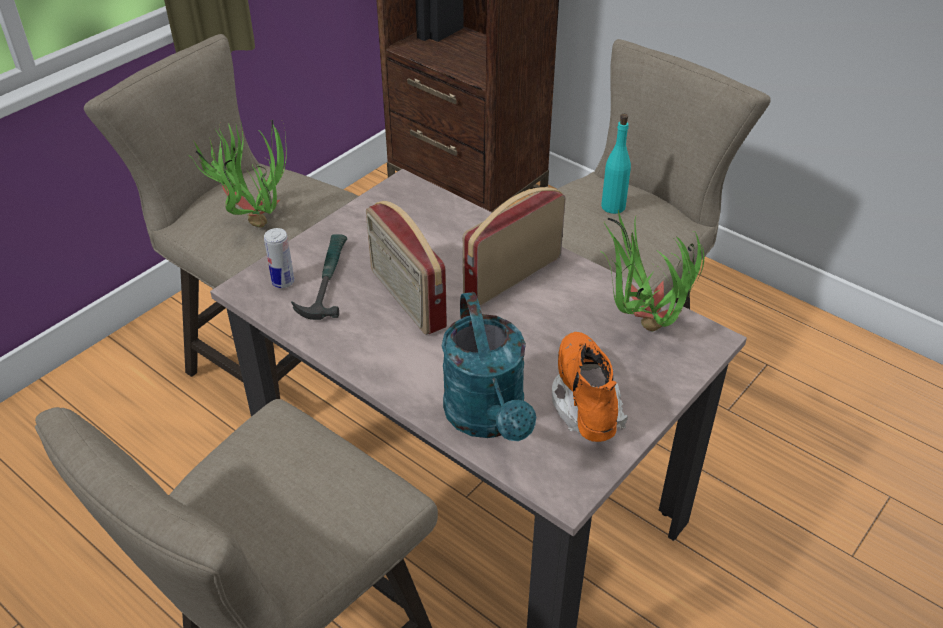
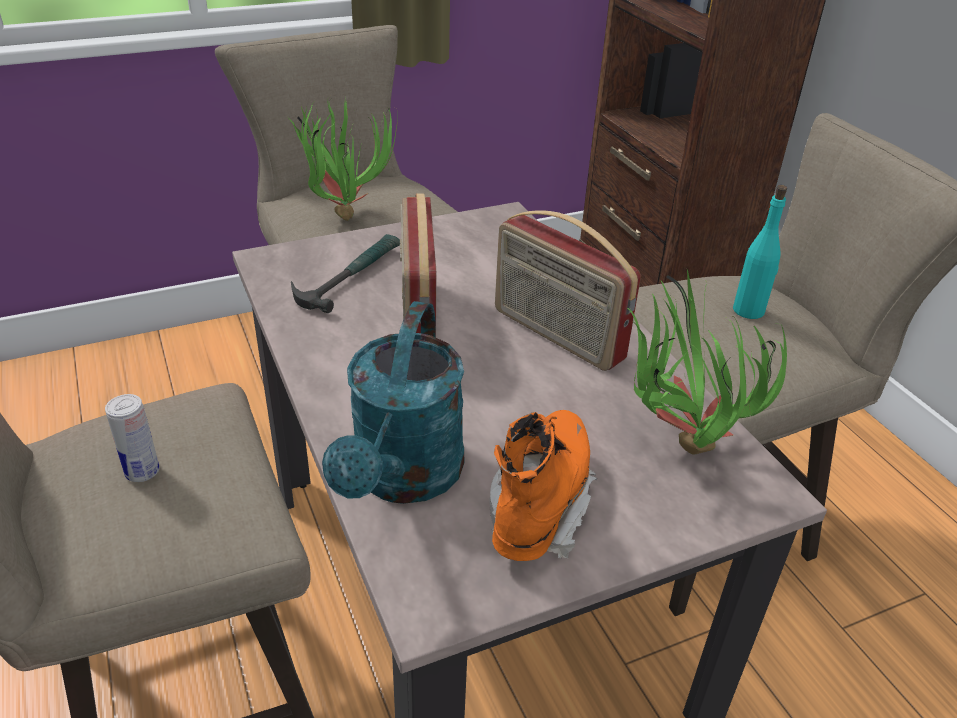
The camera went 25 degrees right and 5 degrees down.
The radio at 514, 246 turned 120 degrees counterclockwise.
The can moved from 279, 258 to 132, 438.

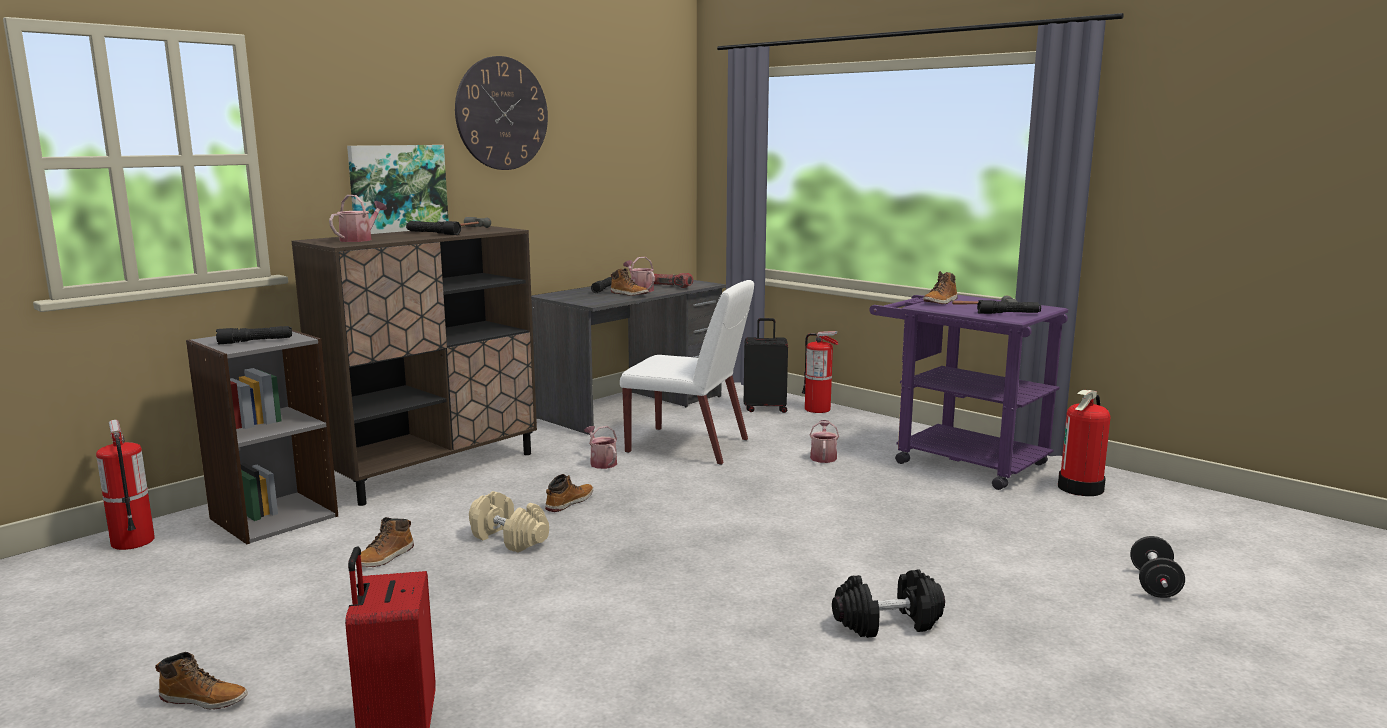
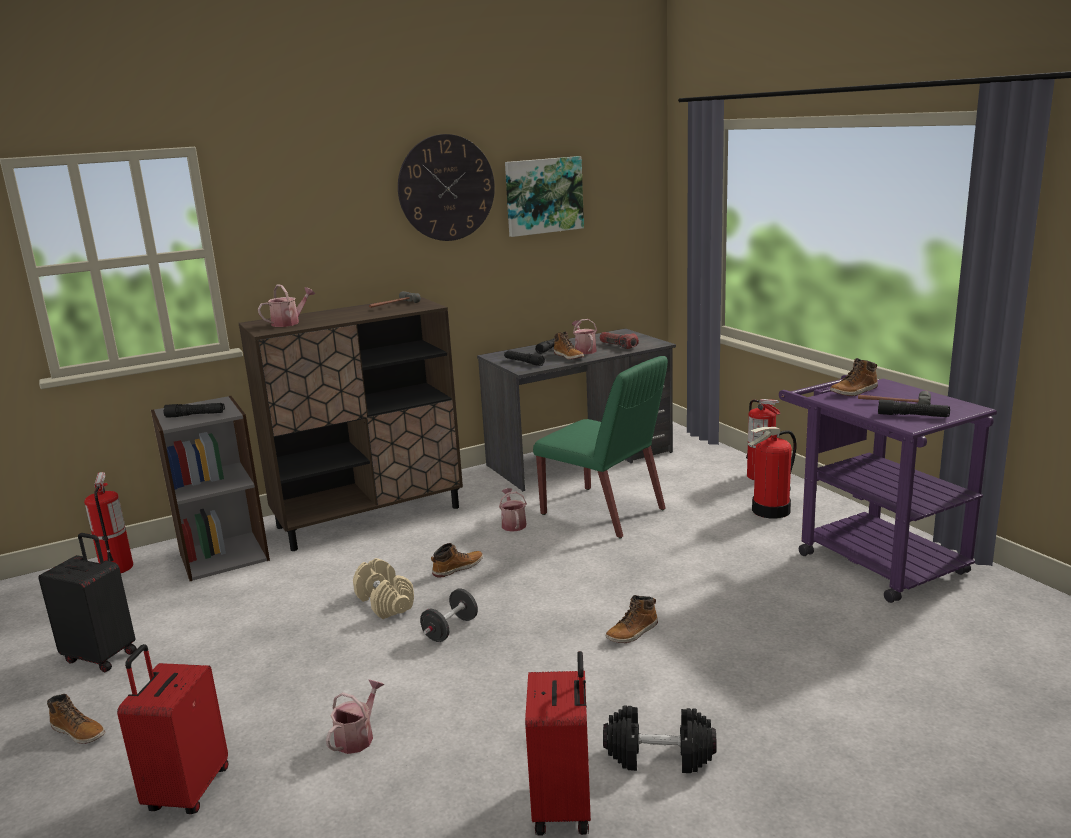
The camera went 20 degrees right and 5 degrees up.
The picture moved from 398, 189 to 544, 196.
The black flashlight moved from 433, 228 to 524, 358.
The white chair at 687, 372 became the green chair at 600, 447.
The black suitcase moved from 766, 365 to 87, 602.
The fire extinguisher moved from 1084, 443 to 772, 473.
The watering can moved from 824, 441 to 355, 717.
The boot moved from 384, 542 to 632, 619.
The black dumbbell moved from 1157, 567 to 449, 615.
The red suitcase at 558, 743 appeared.

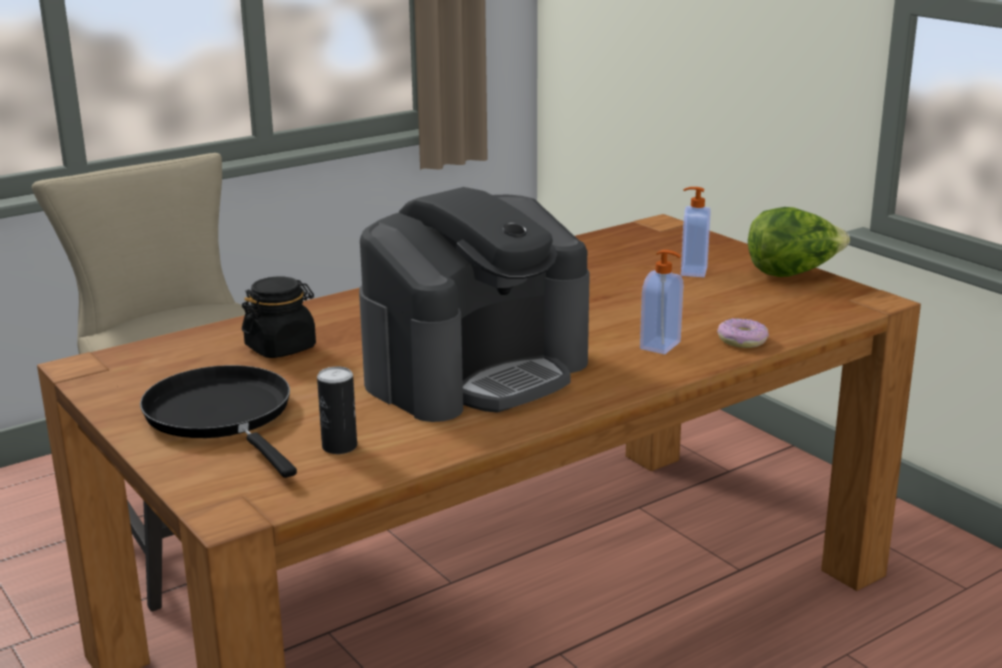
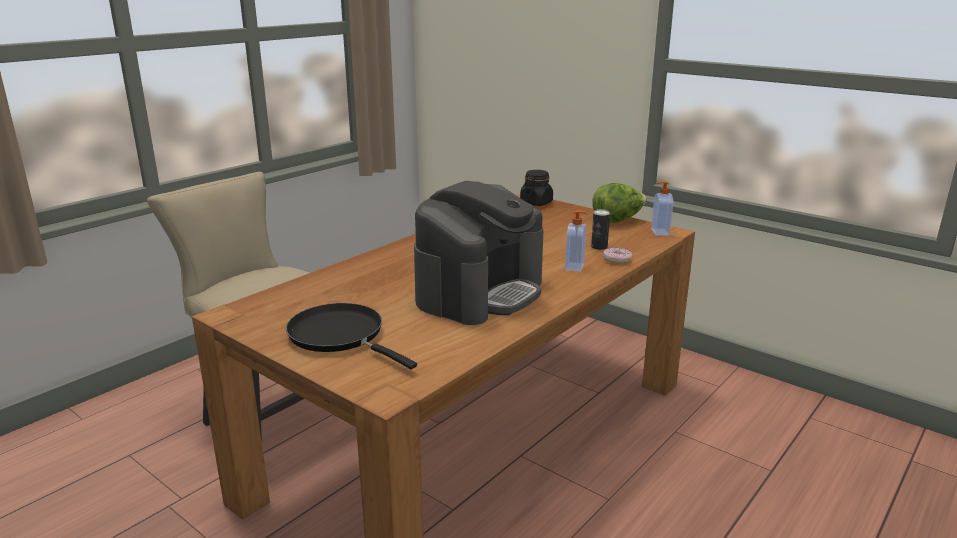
The camera went 15 degrees left and 0 degrees up.
The soap dispenser moved from 695, 232 to 662, 208.
The black jar moved from 279, 317 to 536, 188.
The can moved from 337, 410 to 600, 229.

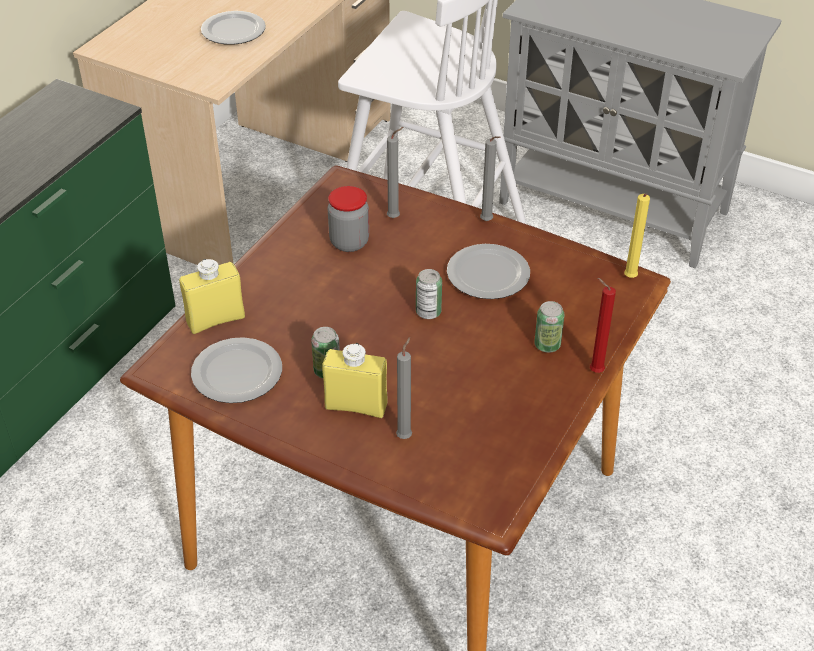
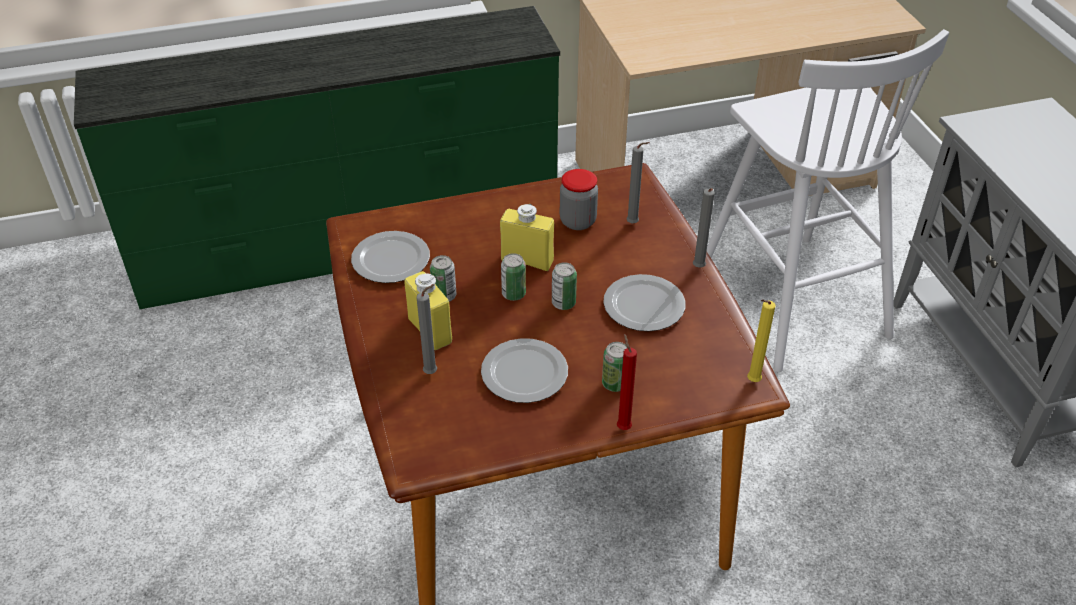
The camera went 45 degrees right and 0 degrees up.
The plate moved from 233, 28 to 524, 370.
The yellow bottle moved from 212, 296 to 527, 237.
The can at 513, 277 appeared.

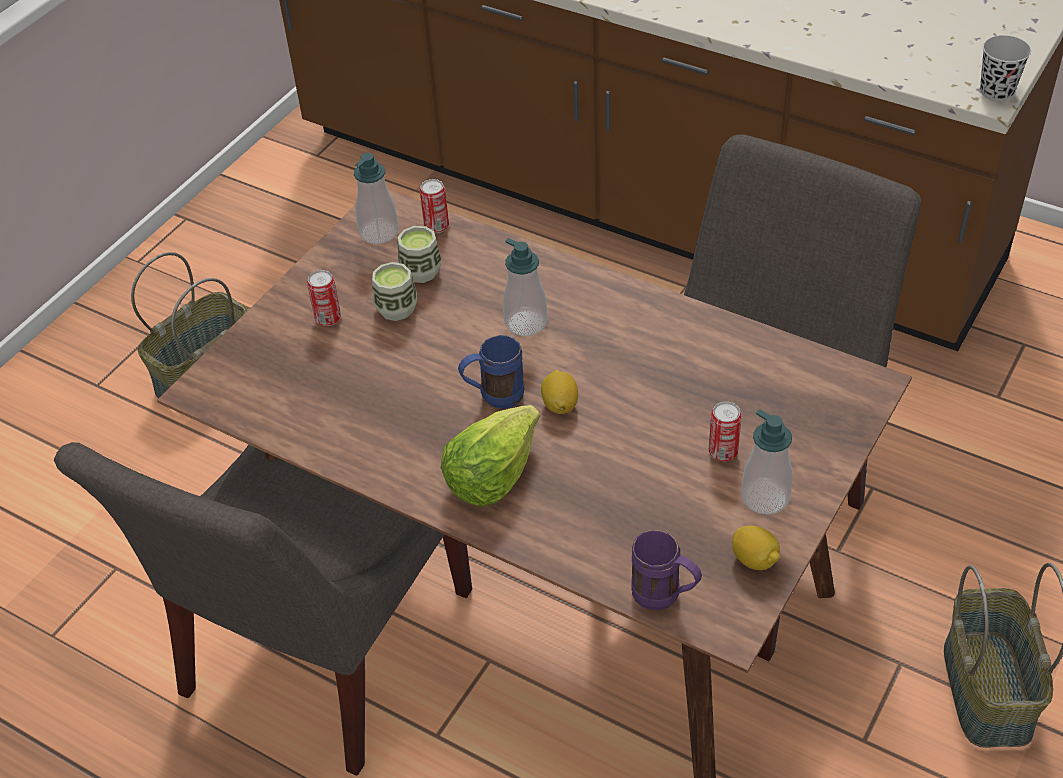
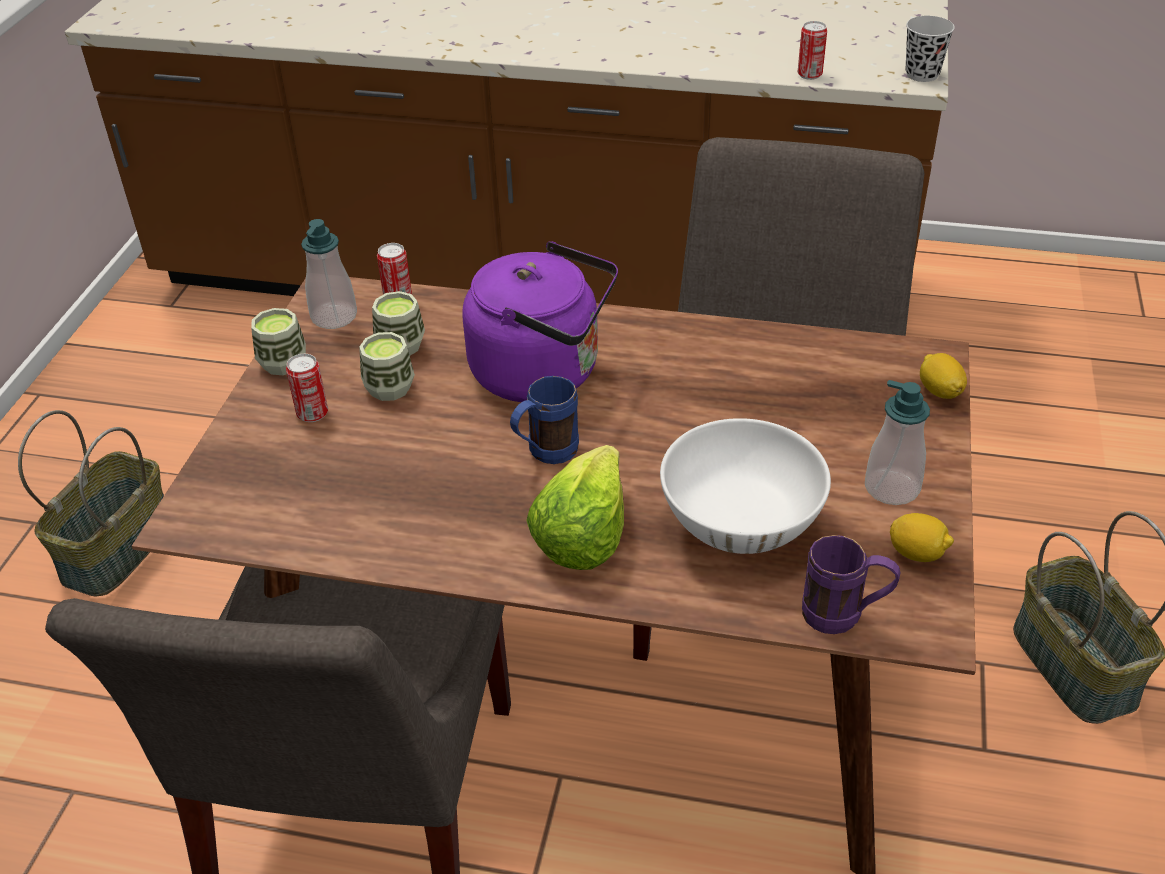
The camera went 20 degrees left and 5 degrees down.
The soap dispenser at 525, 287 was replaced by the purple kettle at 540, 321.
The lemon moved from 559, 392 to 943, 376.
The can moved from 725, 431 to 812, 50.
The cup at 278, 341 appeared.
The white bowl at 745, 486 appeared.

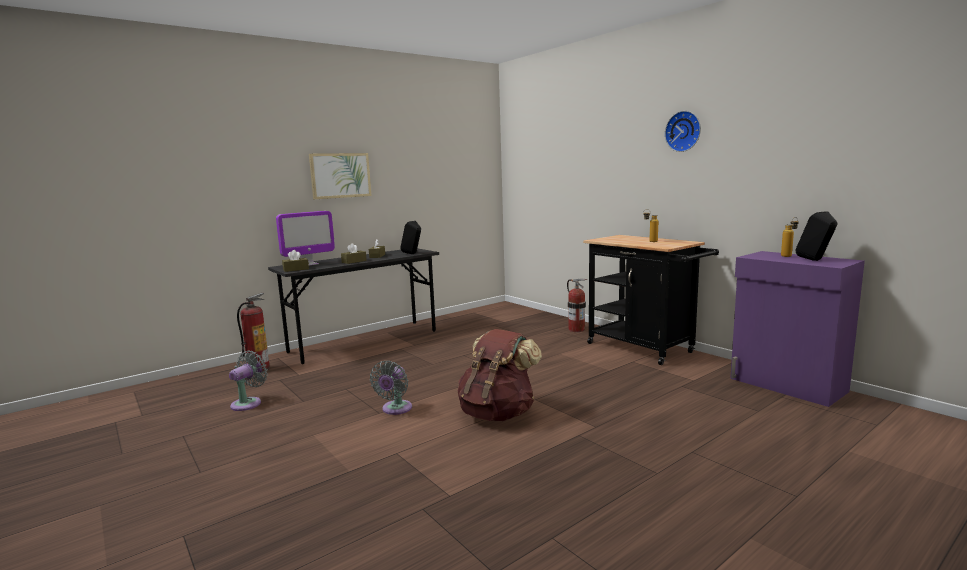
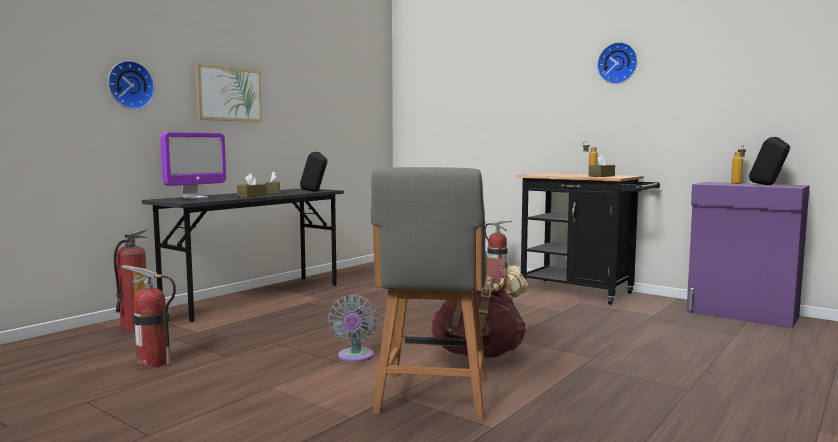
The camera went 15 degrees left and 5 degrees down.
The brown tissue box moved from 295, 261 to 602, 165.
The grey fan at 248, 380 was replaced by the fire extinguisher at 148, 316.
The wall clock at 131, 85 appeared.
The grey chair at 429, 293 appeared.

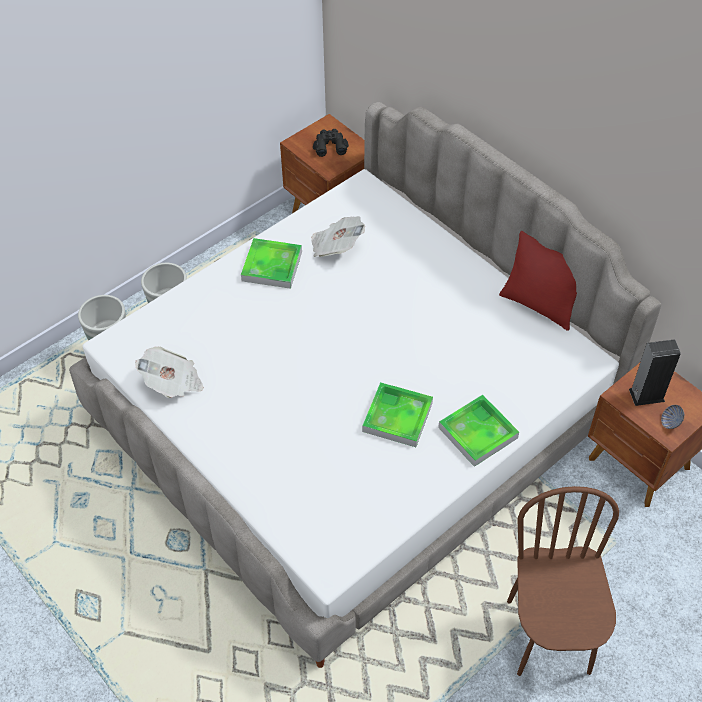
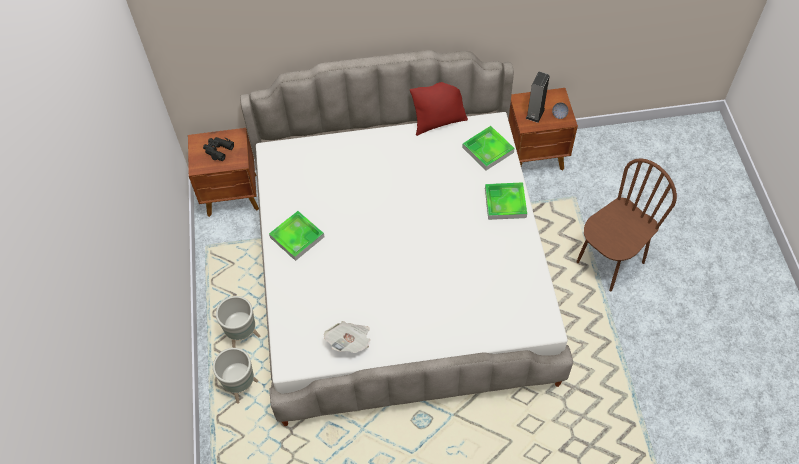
The camera went 55 degrees left and 5 degrees up.
The newspaper at 338, 236 disappeared.
The tray moved from 397, 414 to 488, 148.
The brown chair at 563, 581 turned 105 degrees clockwise.

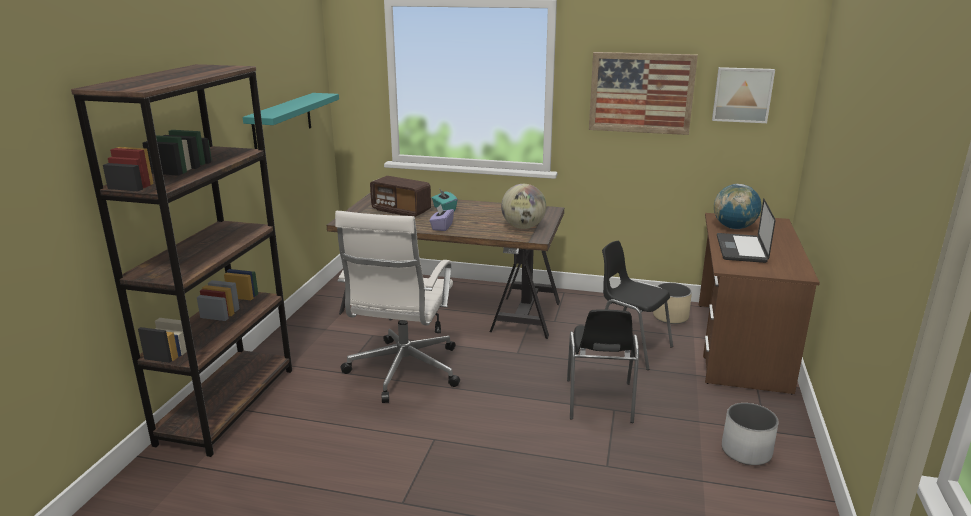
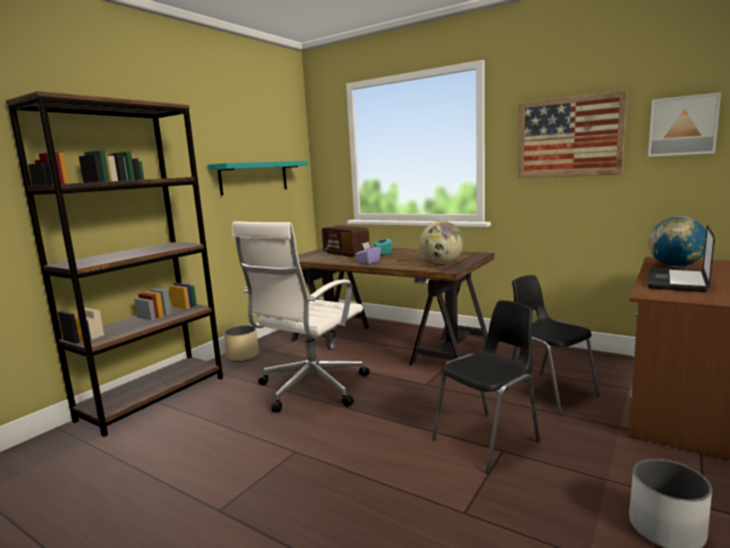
The camera went 20 degrees right and 10 degrees down.
The beige planter moved from 672, 303 to 241, 343.
The black chair at 603, 366 turned 150 degrees counterclockwise.

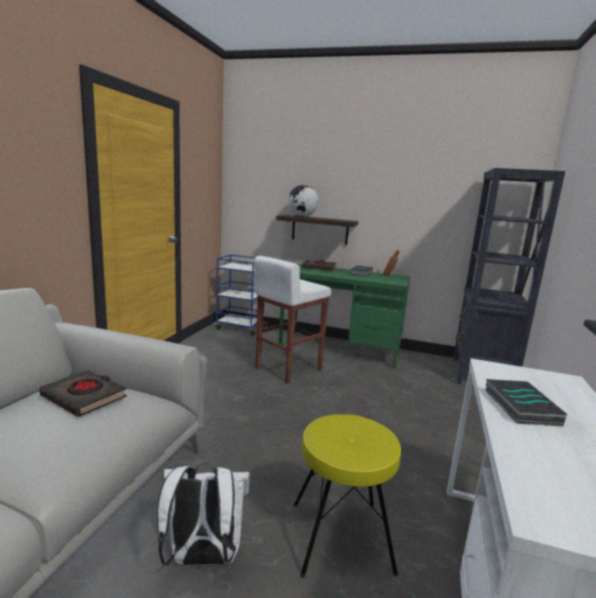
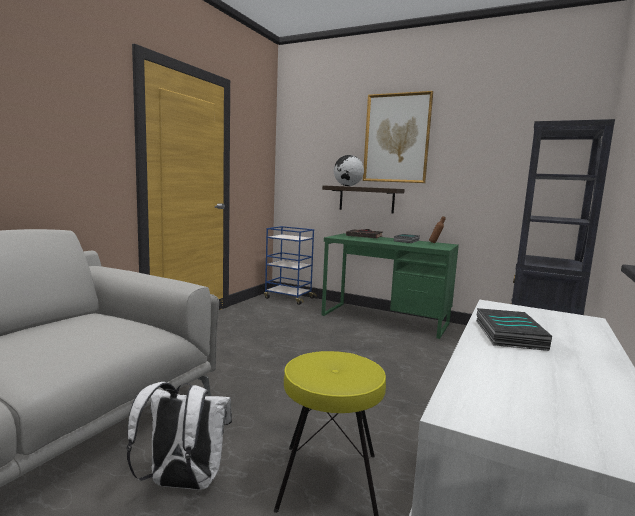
The camera went 10 degrees right and 5 degrees down.
The white stool at 292, 320 disappeared.
The black book at 83, 394 disappeared.
The picture at 398, 137 appeared.

